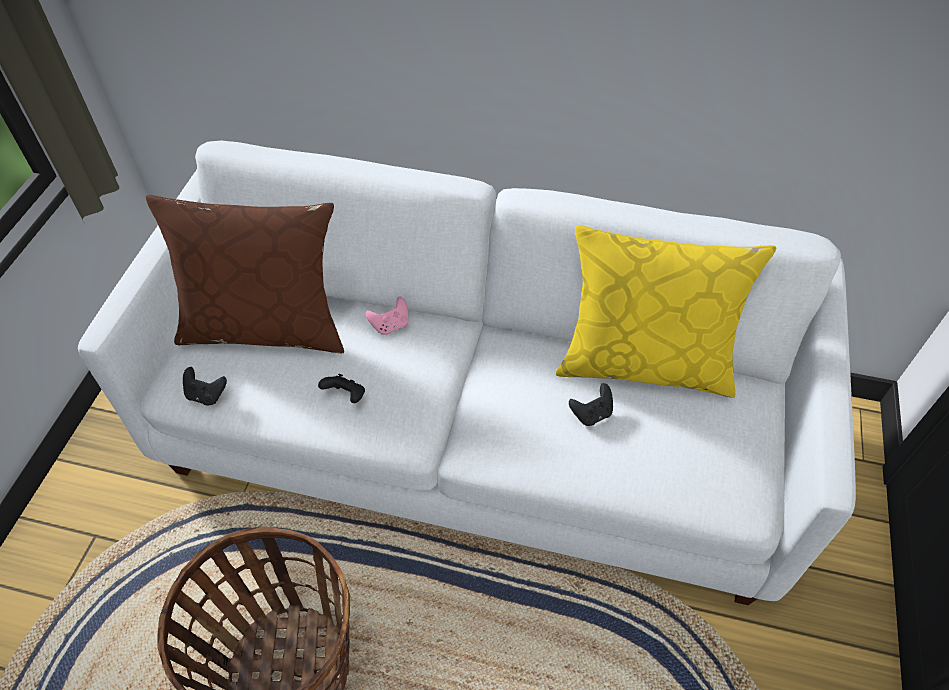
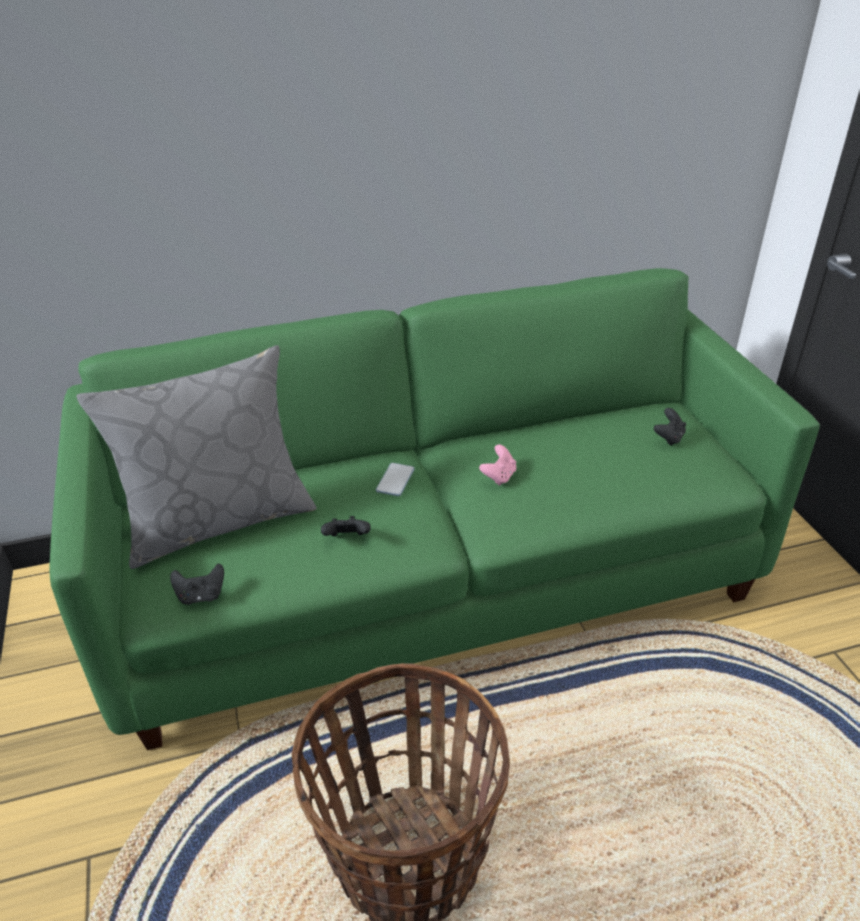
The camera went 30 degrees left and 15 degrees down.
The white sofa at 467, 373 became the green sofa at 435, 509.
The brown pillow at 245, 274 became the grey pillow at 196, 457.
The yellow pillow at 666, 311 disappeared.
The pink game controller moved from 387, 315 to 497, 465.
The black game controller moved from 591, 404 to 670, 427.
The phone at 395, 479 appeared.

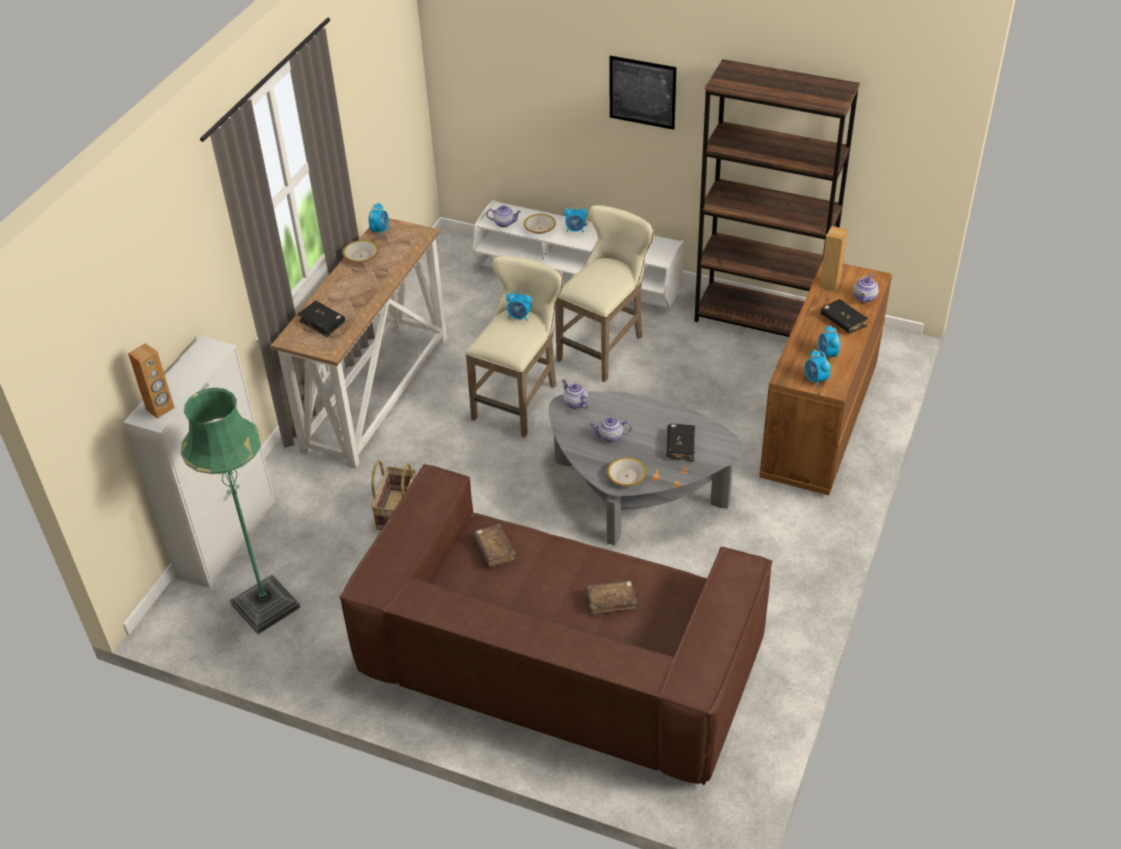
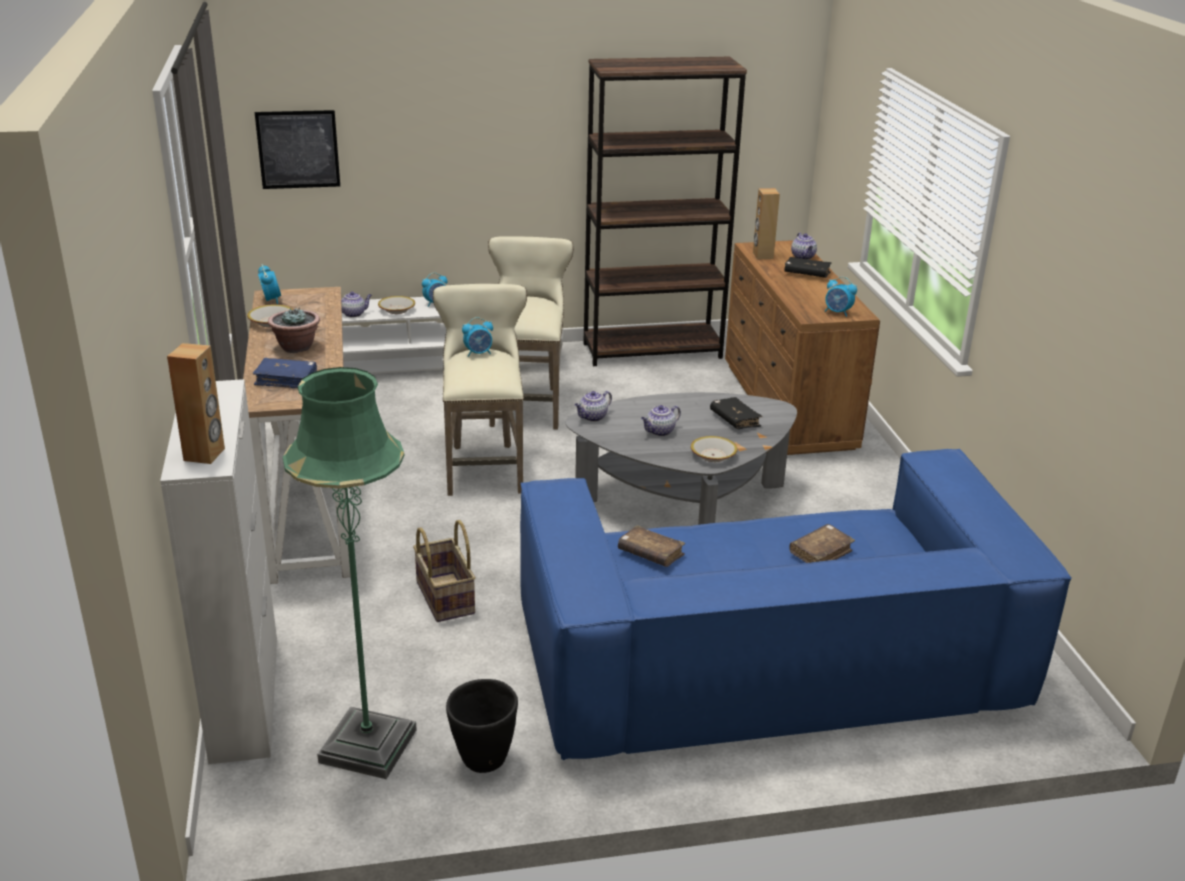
The camera went 35 degrees left and 15 degrees down.
The picture moved from 643, 93 to 297, 149.
The black book at 321, 319 became the blue book at 285, 373.
The alarm clock at 829, 342 disappeared.
The teapot at 575, 394 turned 60 degrees counterclockwise.
The brown sofa at 556, 624 became the blue sofa at 796, 604.
The potted plant at 294, 330 appeared.
The black planter at 482, 726 appeared.

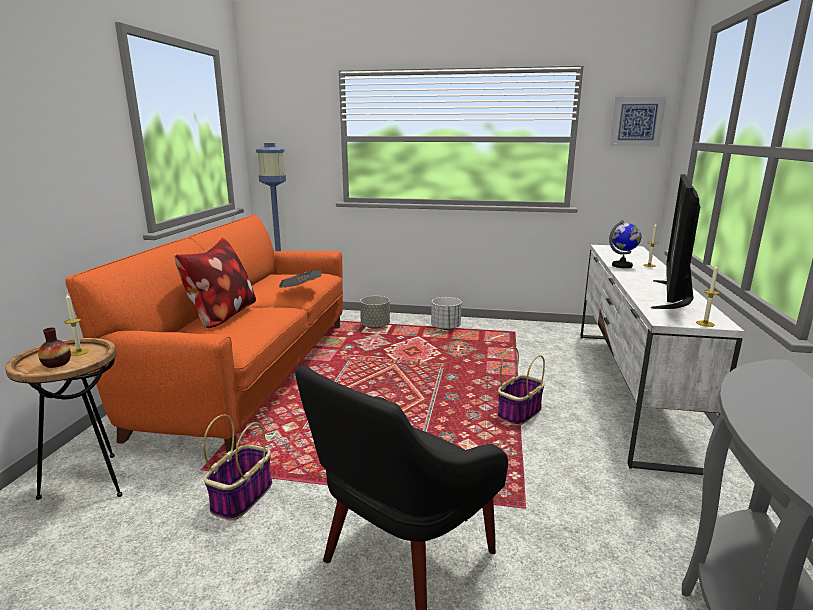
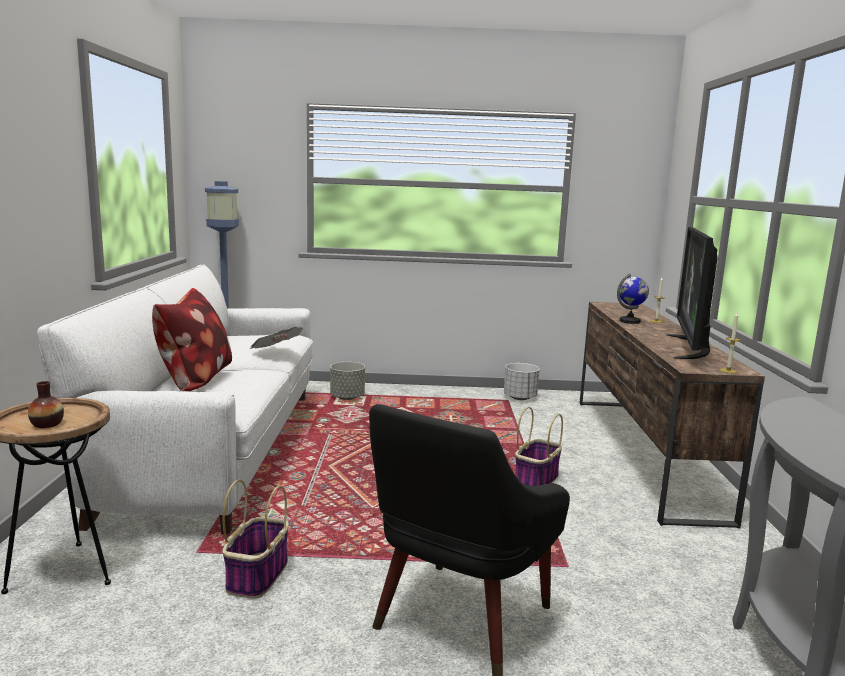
The camera went 10 degrees left and 5 degrees down.
The picture at 638, 121 disappeared.
The orange sofa at 204, 333 became the white sofa at 175, 399.
The white tv stand at 662, 360 became the brown tv stand at 672, 415.
The candle at 77, 325 disappeared.
The white planter moved from 446, 313 to 521, 381.

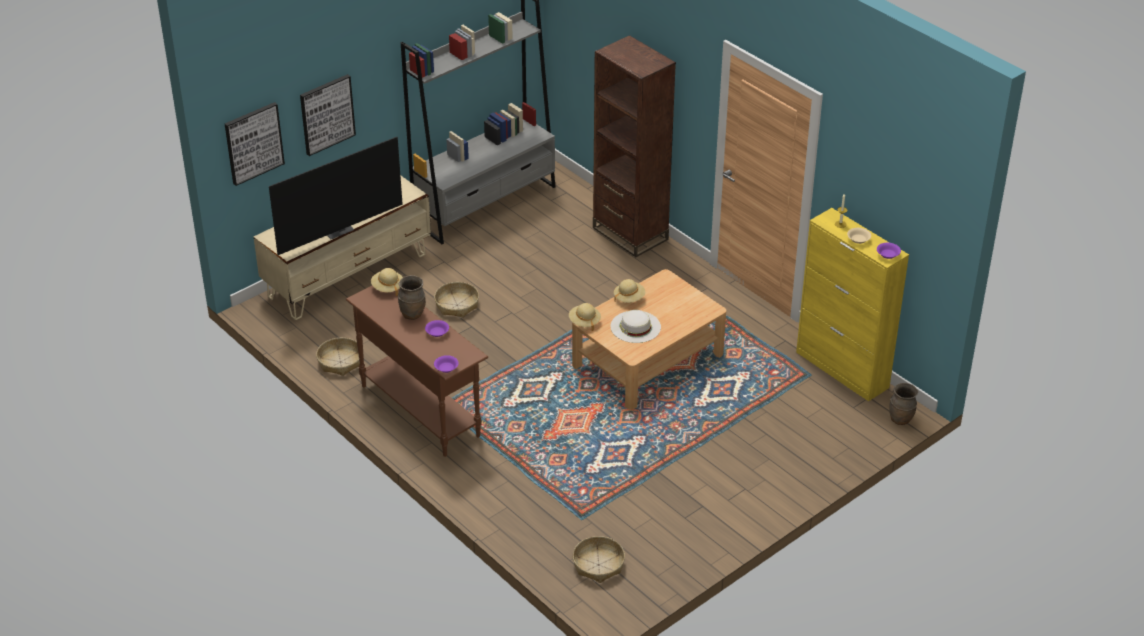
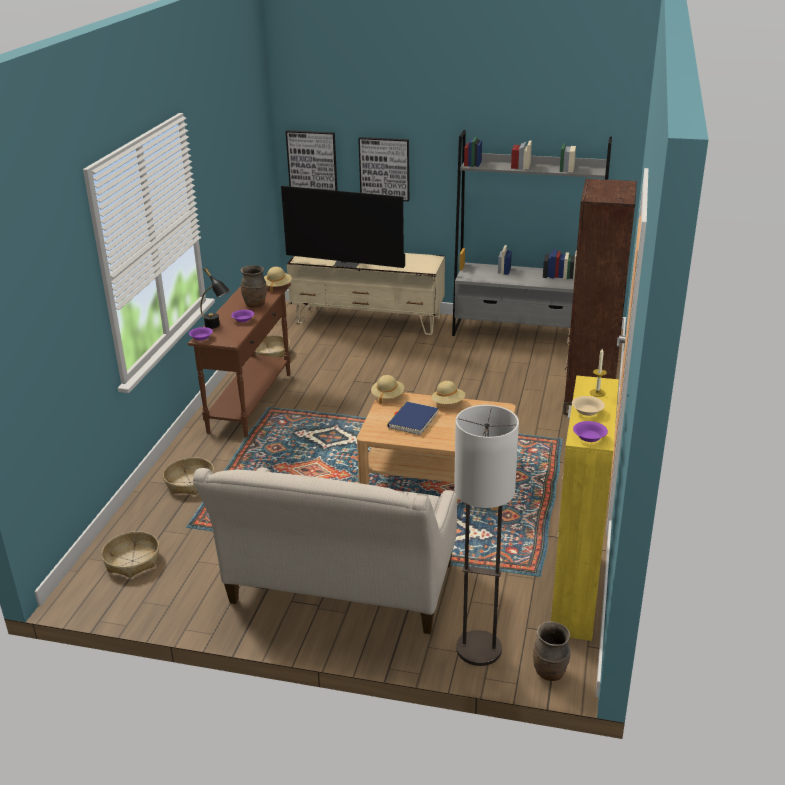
The camera went 55 degrees right and 10 degrees down.
The basket moved from 456, 300 to 188, 476.
The white hat at 636, 326 was replaced by the blue book at 413, 419.
The black table lamp at 215, 298 appeared.
The floor lamp at 486, 535 appeared.
The beige sofa at 325, 550 appeared.

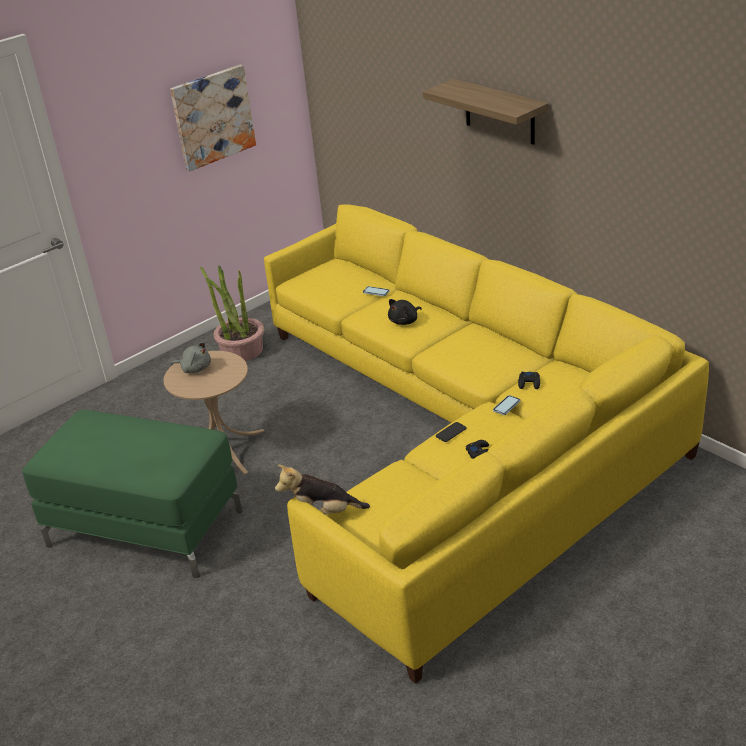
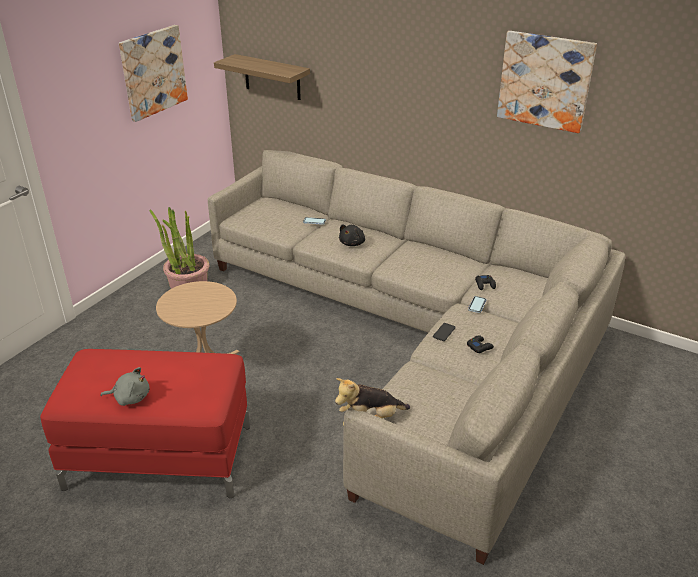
The camera went 20 degrees left and 0 degrees up.
The shelf moved from 485, 112 to 262, 77.
The yellow sofa at 486, 444 became the grey sofa at 417, 357.
The grey plush toy moved from 191, 357 to 125, 386.
The green ottoman at 132, 494 became the red ottoman at 145, 423.
The picture at 547, 82 appeared.

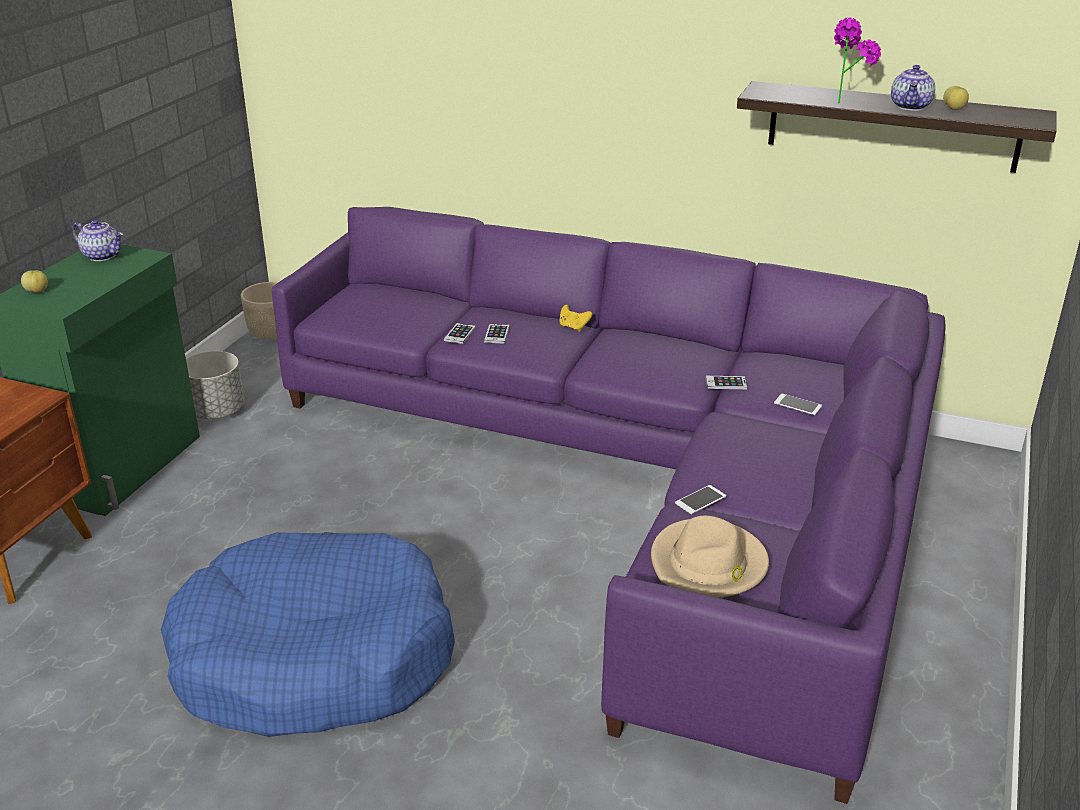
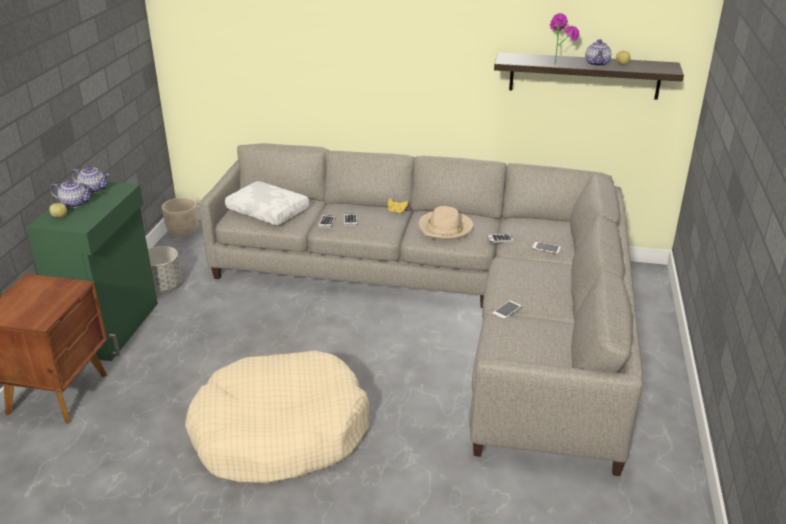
The camera went 10 degrees left and 0 degrees up.
The purple sofa at 608, 505 became the grey sofa at 421, 309.
The beige hat moved from 710, 557 to 446, 223.
The blue dog bed at 308, 634 became the beige dog bed at 277, 417.
The teapot at 71, 194 appeared.
The white pillow at 267, 203 appeared.

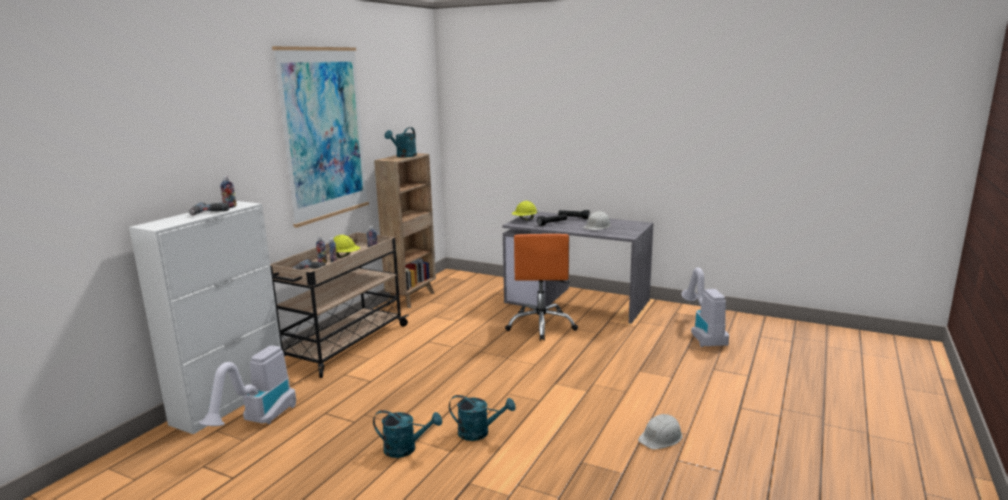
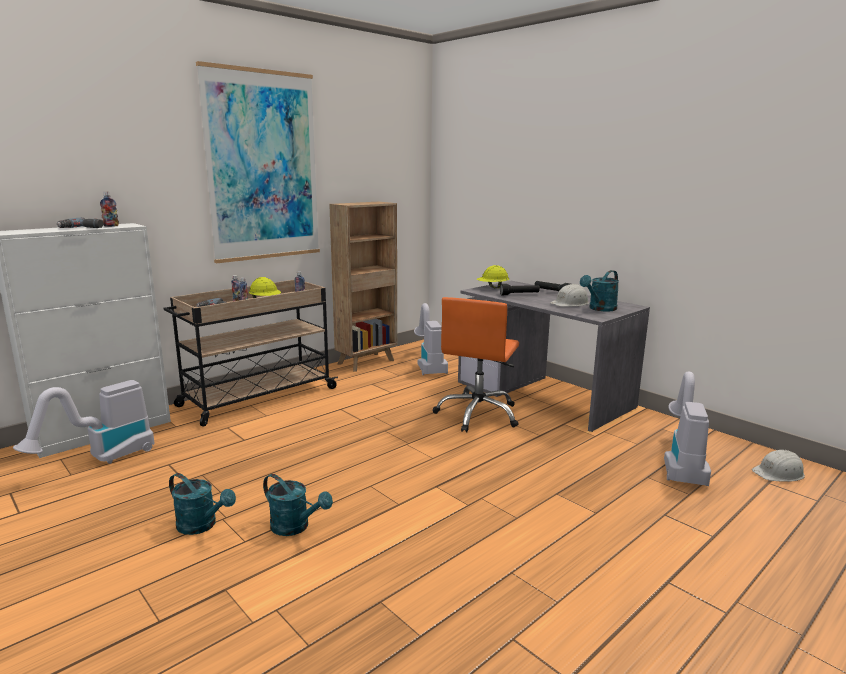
The camera went 20 degrees right and 0 degrees up.
The turquoise watering can moved from 401, 142 to 599, 291.
The white hard hat moved from 660, 432 to 778, 466.
The vacuum cleaner at 431, 339 appeared.

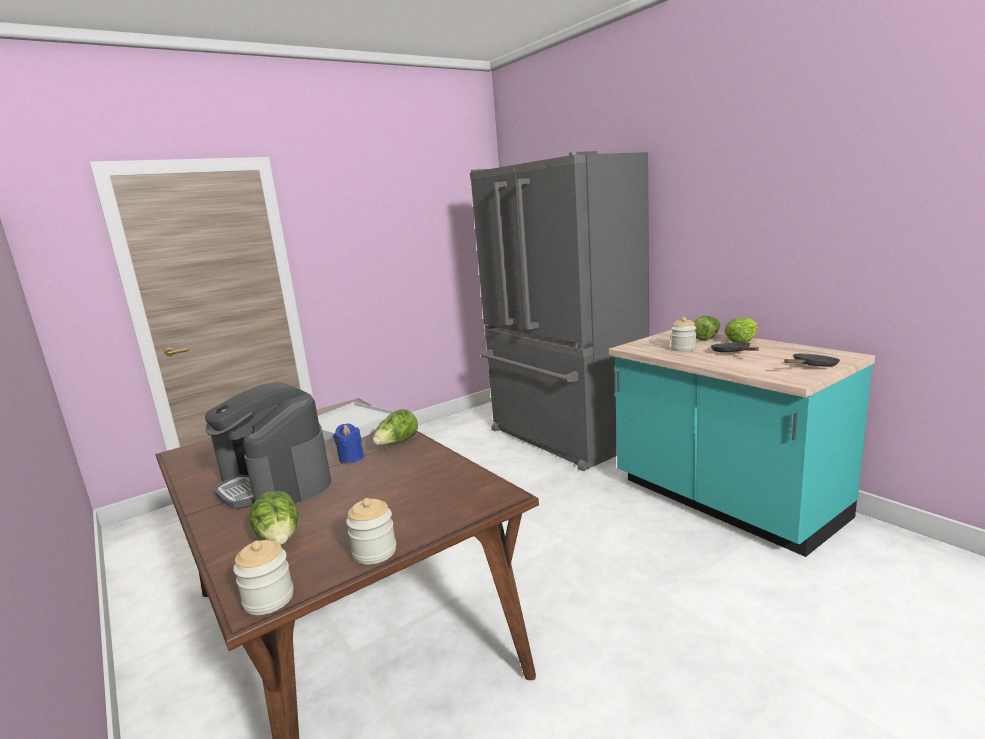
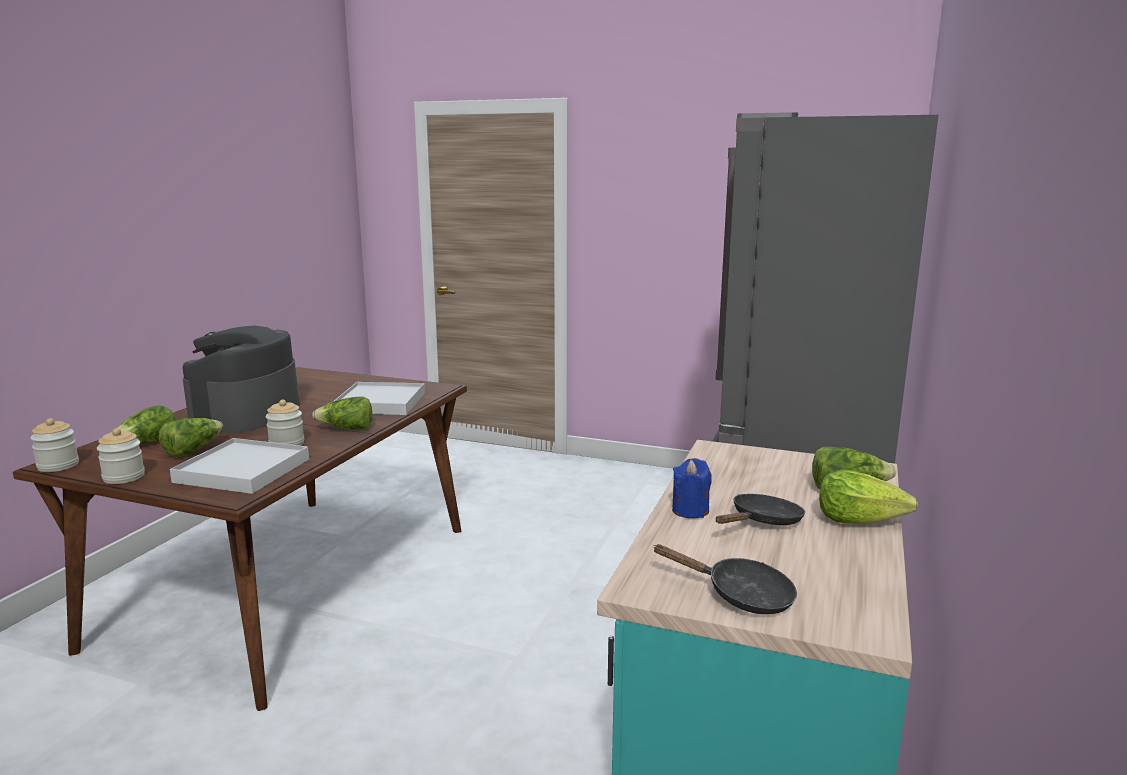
The camera went 55 degrees right and 0 degrees up.
The jar moved from 684, 334 to 285, 423.
The blue candle moved from 348, 443 to 692, 488.
The lettuce at 191, 437 appeared.
The white tray at 239, 466 appeared.

